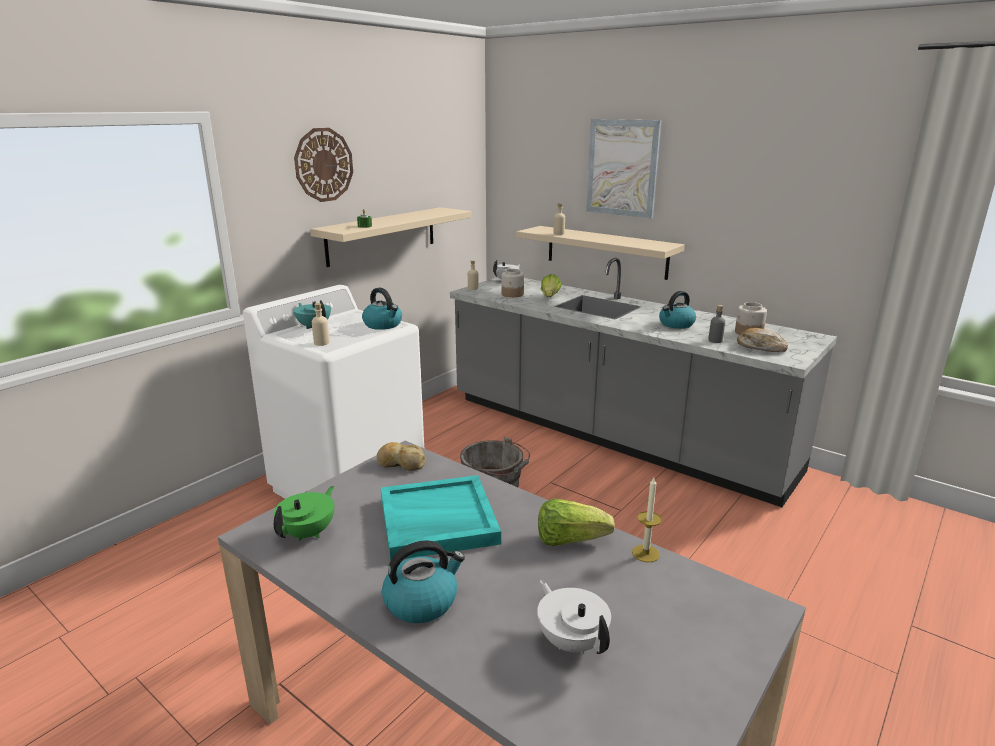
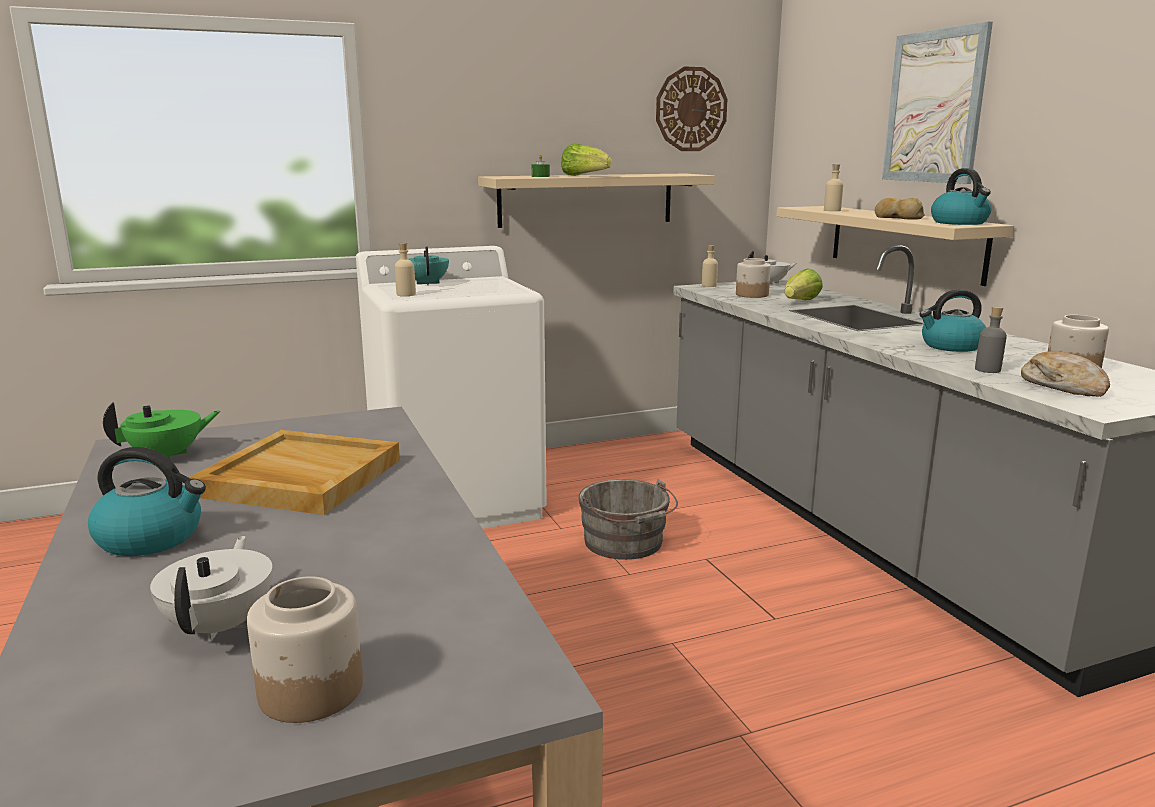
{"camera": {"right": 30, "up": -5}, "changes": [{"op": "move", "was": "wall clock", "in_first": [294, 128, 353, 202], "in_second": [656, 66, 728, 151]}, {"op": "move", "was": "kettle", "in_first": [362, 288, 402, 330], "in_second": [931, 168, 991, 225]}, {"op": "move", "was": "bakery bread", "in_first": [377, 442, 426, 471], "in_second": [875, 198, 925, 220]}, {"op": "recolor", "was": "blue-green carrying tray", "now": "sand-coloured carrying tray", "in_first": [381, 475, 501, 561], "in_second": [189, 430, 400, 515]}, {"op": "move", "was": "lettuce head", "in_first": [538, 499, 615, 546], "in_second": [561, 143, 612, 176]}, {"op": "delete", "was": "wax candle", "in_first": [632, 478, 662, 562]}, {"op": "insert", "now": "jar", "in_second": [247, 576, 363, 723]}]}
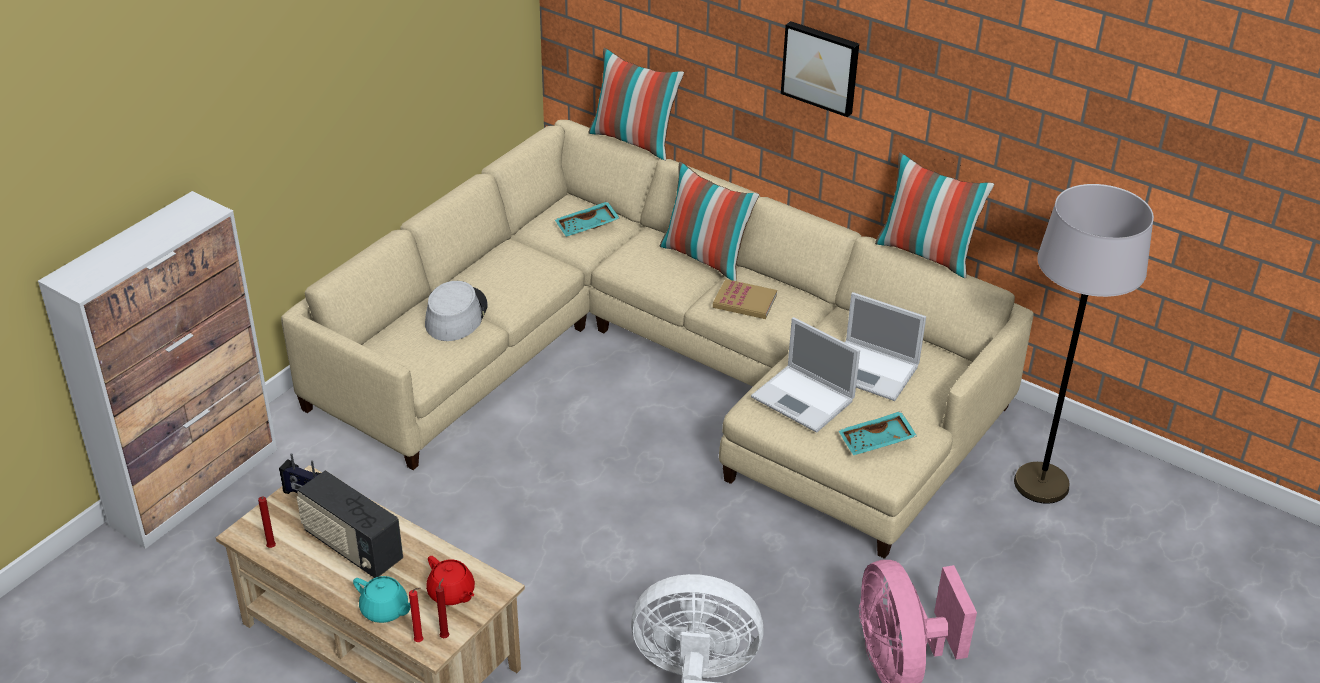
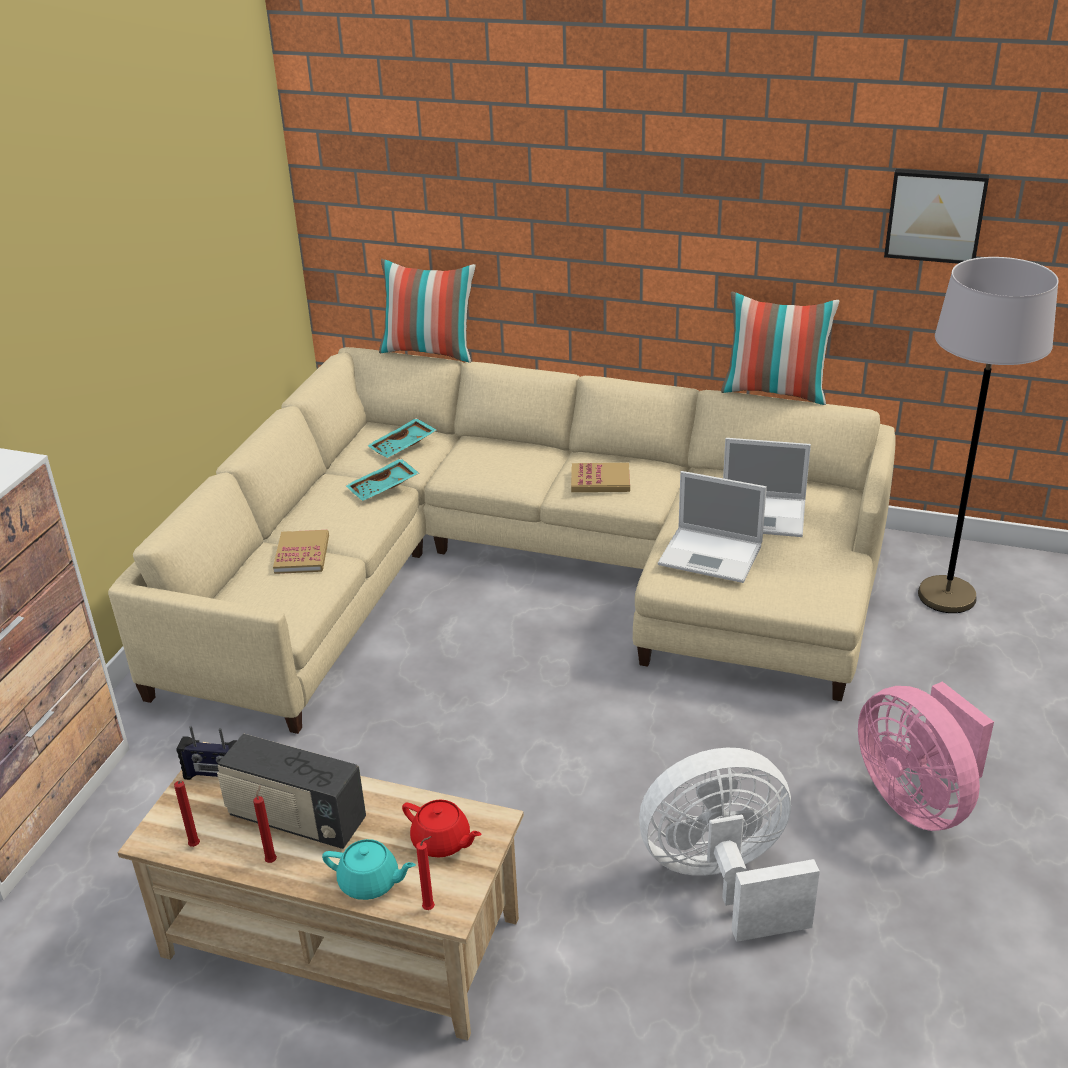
{"camera": {"right": -15, "up": -5}, "changes": [{"op": "replace", "was": "grey wearable hat", "now": "bound book", "in_first": [425, 281, 488, 341], "in_second": [273, 530, 329, 574]}, {"op": "move", "was": "red-coloured wax candle", "in_first": [436, 578, 449, 638], "in_second": [253, 785, 277, 863]}, {"op": "delete", "was": "cushion", "in_first": [660, 162, 759, 281]}, {"op": "move", "was": "picture", "in_first": [781, 21, 859, 117], "in_second": [884, 169, 989, 264]}, {"op": "move", "was": "blue-green carrying tray", "in_first": [838, 411, 917, 455], "in_second": [345, 458, 419, 501]}]}
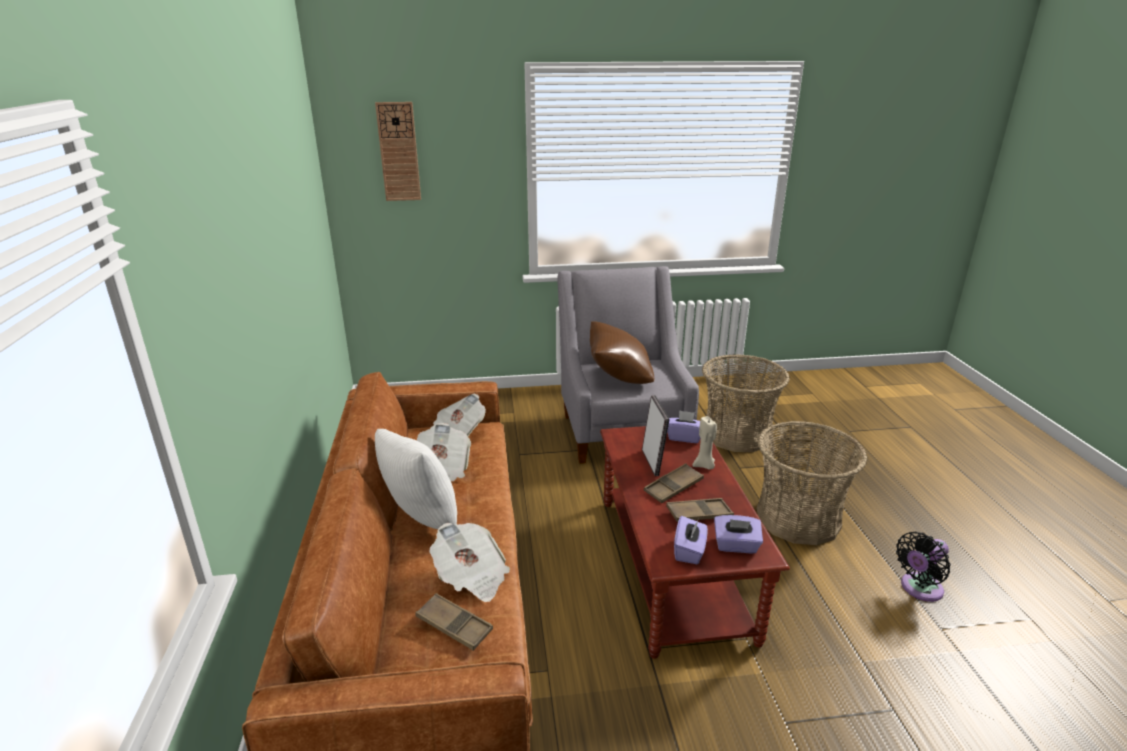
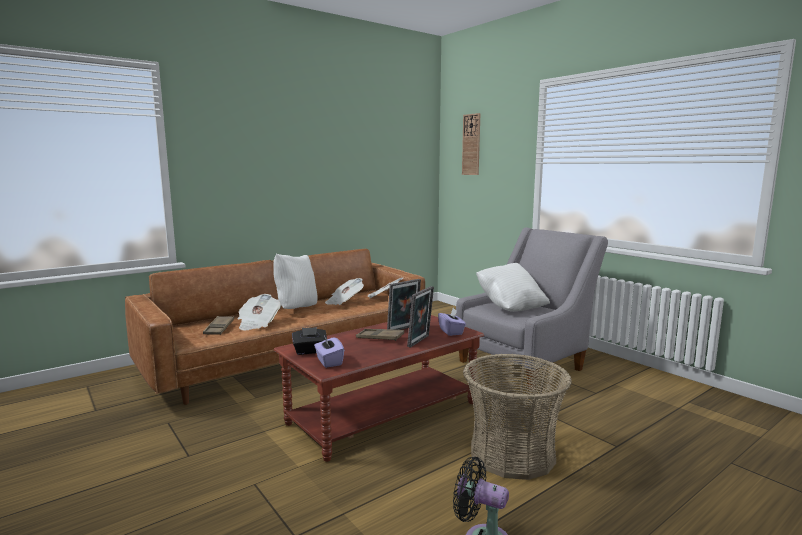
{"camera": {"right": 60, "up": -15}, "changes": [{"op": "recolor", "was": "brown-coloured cushion", "now": "whitish cushion", "in_first": [590, 321, 655, 384], "in_second": [476, 263, 550, 312]}, {"op": "delete", "was": "brown-coloured carrying tray", "in_first": [666, 498, 734, 522]}, {"op": "recolor", "was": "purple-coloured box of tissues", "now": "blackish box of tissues", "in_first": [674, 516, 708, 564], "in_second": [292, 327, 327, 355]}, {"op": "replace", "was": "sand-coloured wax candle", "now": "picture frame", "in_first": [692, 416, 717, 470], "in_second": [407, 286, 434, 348]}, {"op": "delete", "was": "basket", "in_first": [702, 354, 790, 452]}]}
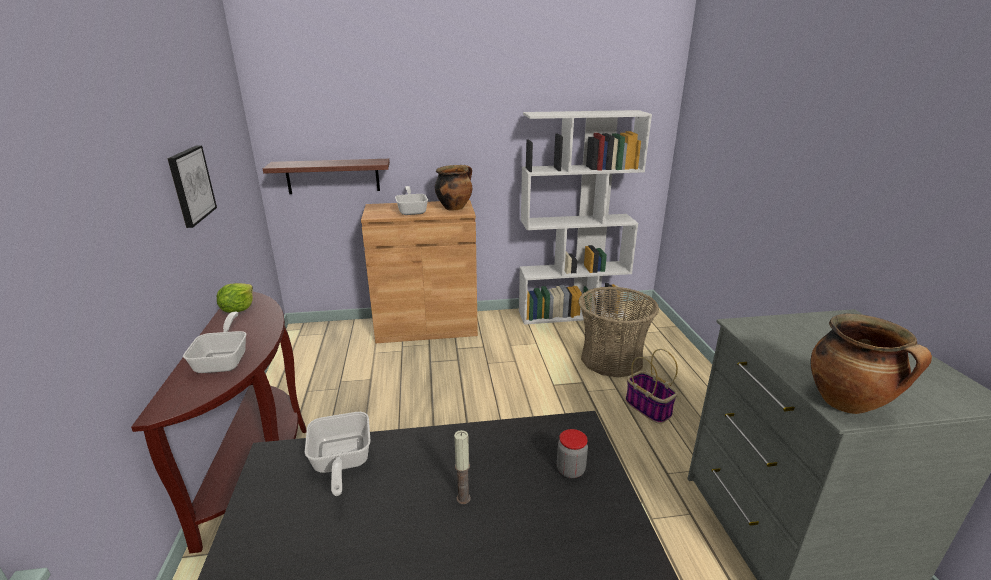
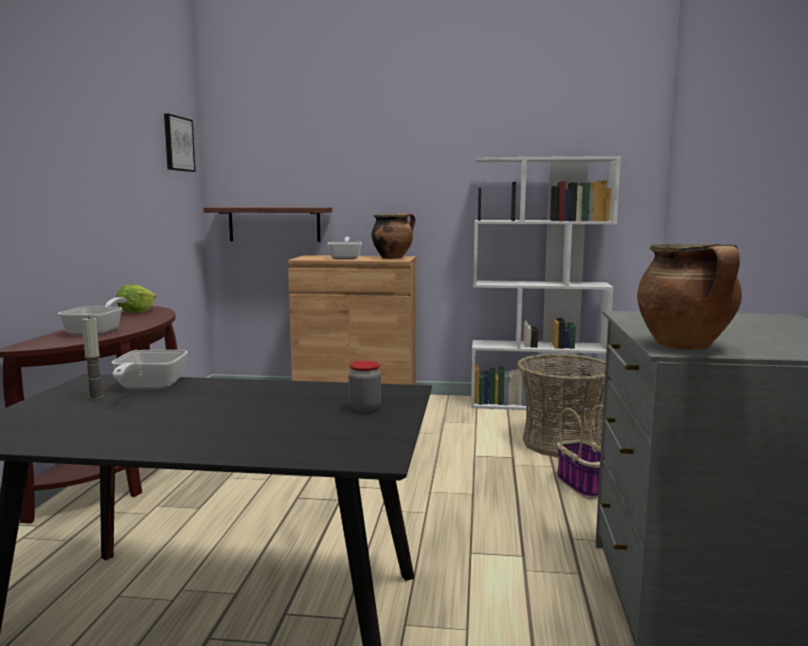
{"camera": {"right": 15, "up": -15}, "changes": [{"op": "move", "was": "picture", "in_first": [167, 145, 217, 228], "in_second": [164, 114, 196, 172]}, {"op": "move", "was": "wax candle", "in_first": [454, 430, 471, 504], "in_second": [82, 318, 104, 400]}]}
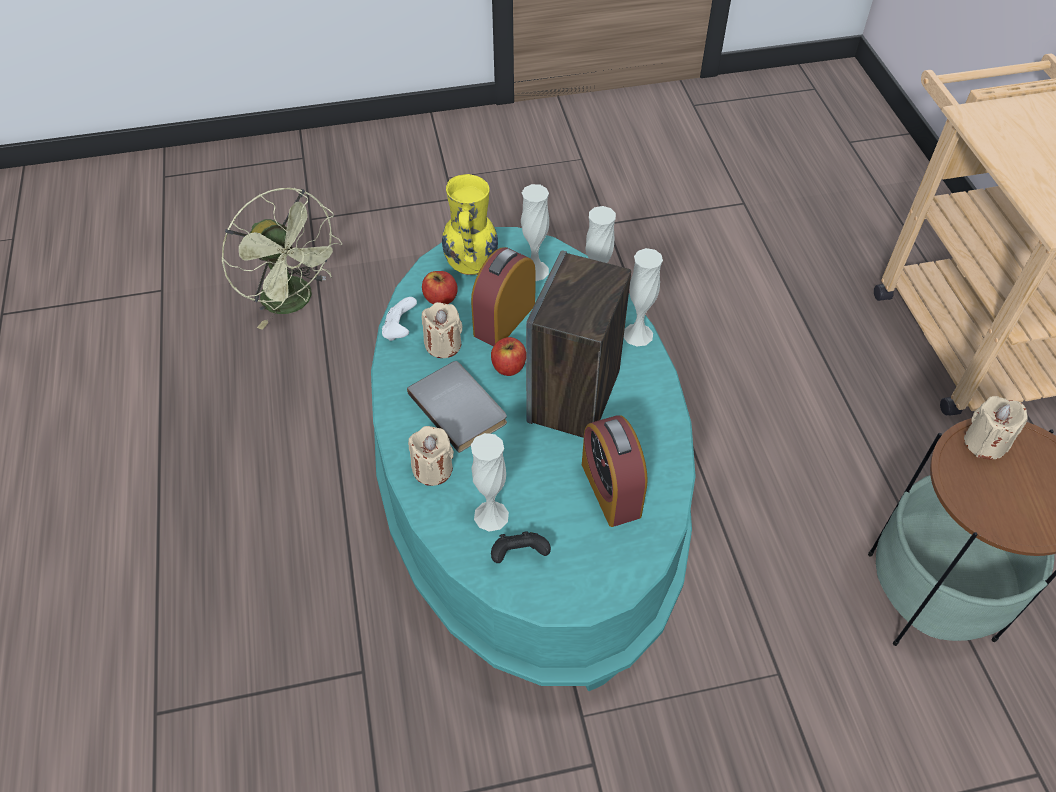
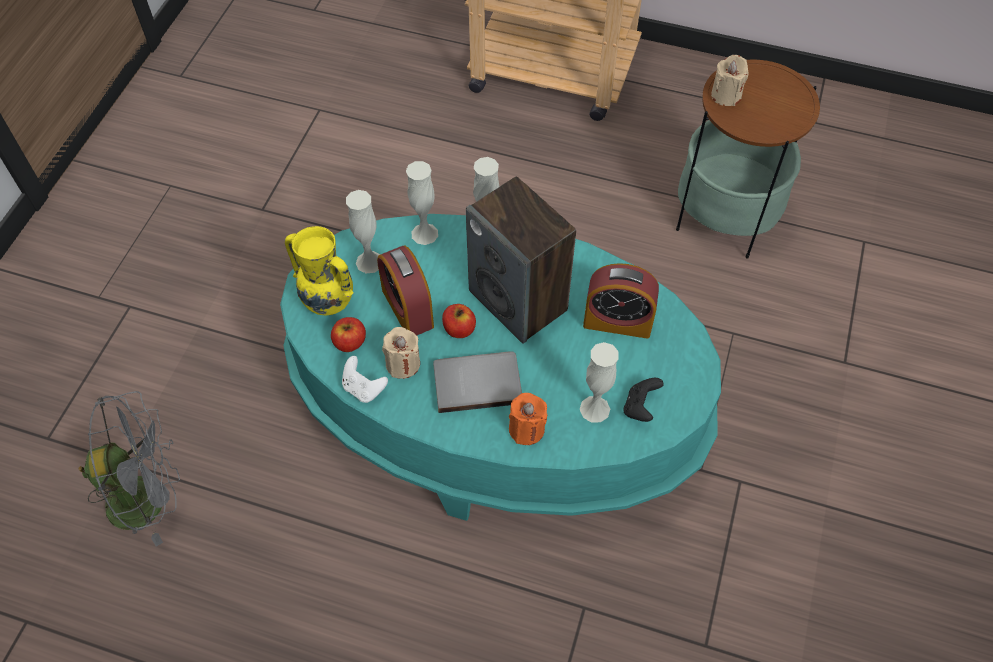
{"camera": {"right": -60, "up": 5}, "changes": [{"op": "recolor", "was": "green-coloured cooling fan", "now": "grey cooling fan", "in_first": [221, 187, 342, 330], "in_second": [78, 391, 180, 547]}, {"op": "recolor", "was": "sand-coloured wax candle", "now": "orangey wax candle", "in_first": [408, 426, 454, 486], "in_second": [509, 393, 547, 445]}]}
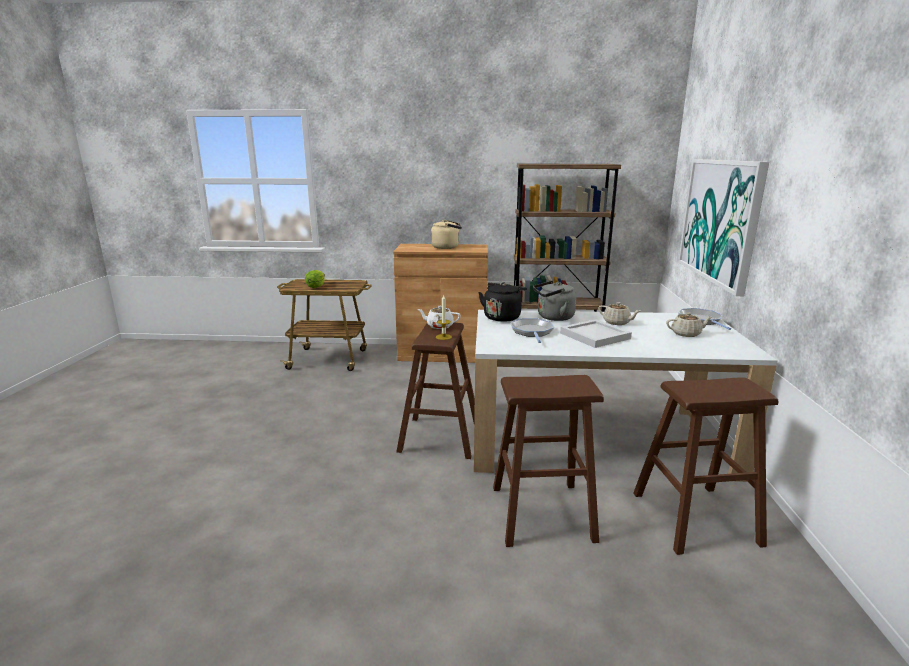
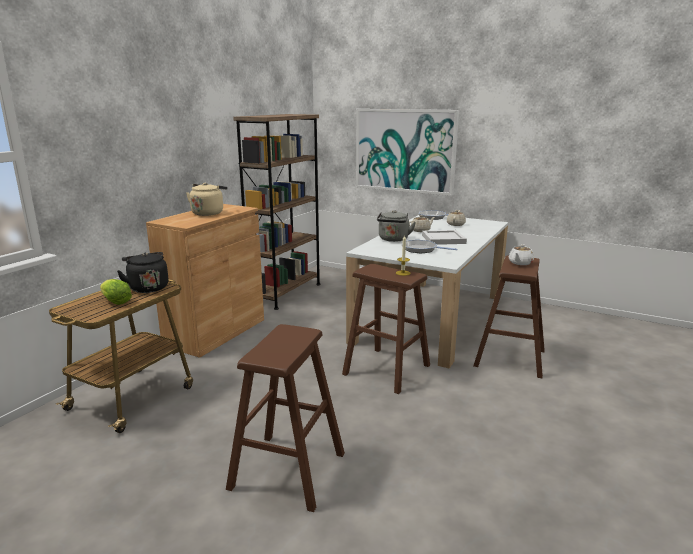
{"camera": {"right": -65, "up": 0}, "changes": [{"op": "move", "was": "whitish teapot", "in_first": [417, 306, 461, 329], "in_second": [509, 244, 534, 265]}, {"op": "move", "was": "blackish kettle", "in_first": [478, 283, 527, 322], "in_second": [117, 252, 168, 293]}, {"op": "move", "was": "brown-coloured stool seat", "in_first": [633, 377, 778, 555], "in_second": [226, 324, 345, 512]}]}
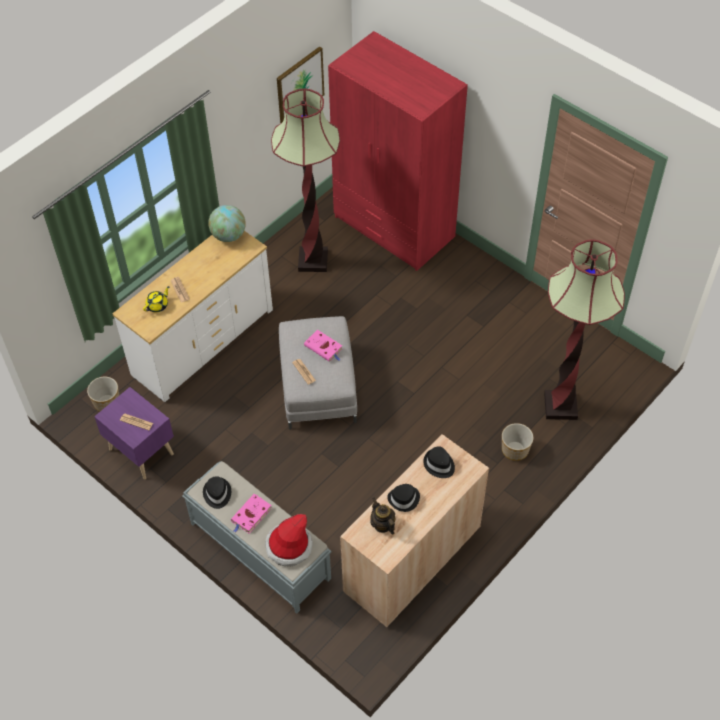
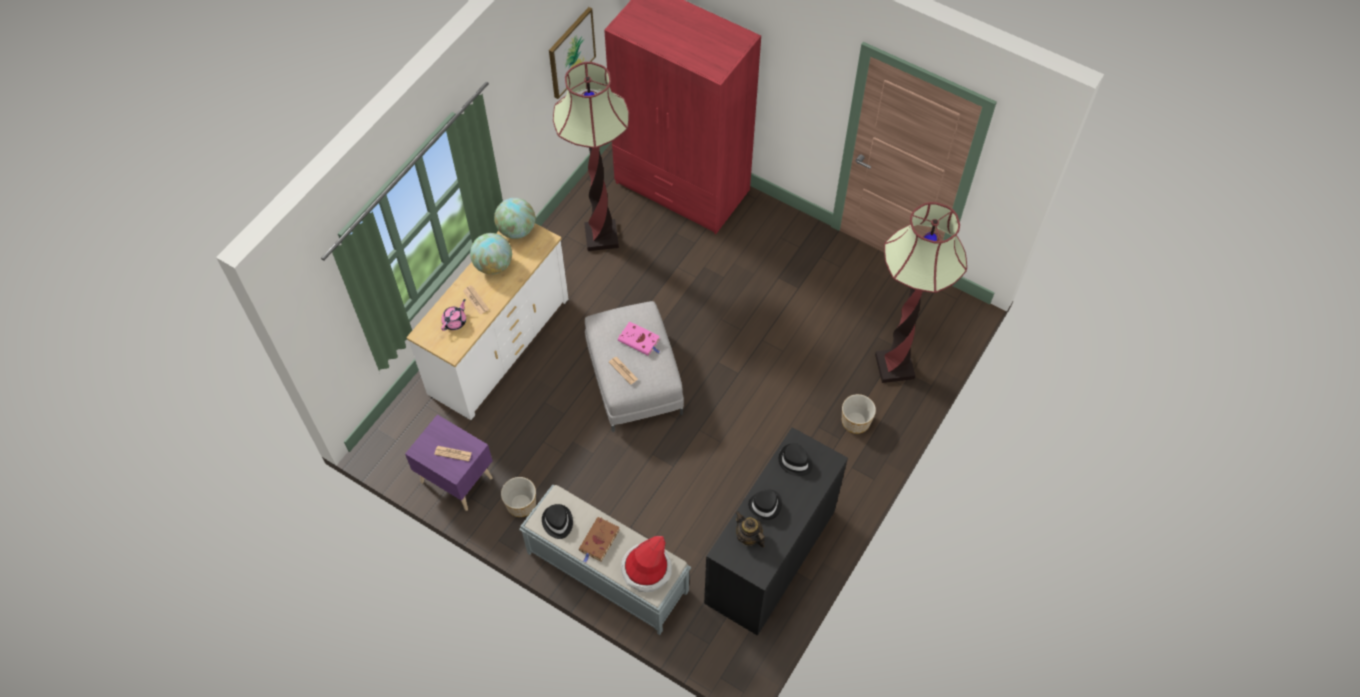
{"camera": {"right": -10, "up": 5}, "changes": [{"op": "move", "was": "plant pot", "in_first": [87, 377, 119, 412], "in_second": [501, 477, 536, 517]}, {"op": "recolor", "was": "yellowish teapot", "now": "pink teapot", "in_first": [143, 286, 170, 312], "in_second": [441, 299, 466, 331]}, {"op": "recolor", "was": "pink bound book", "now": "brown-coloured bound book", "in_first": [231, 494, 272, 534], "in_second": [579, 517, 620, 563]}, {"op": "recolor", "was": "sand-coloured cabinet", "now": "blackish cabinet", "in_first": [340, 434, 489, 627], "in_second": [704, 427, 848, 636]}, {"op": "insert", "now": "desk globe", "in_second": [470, 233, 512, 275]}]}
